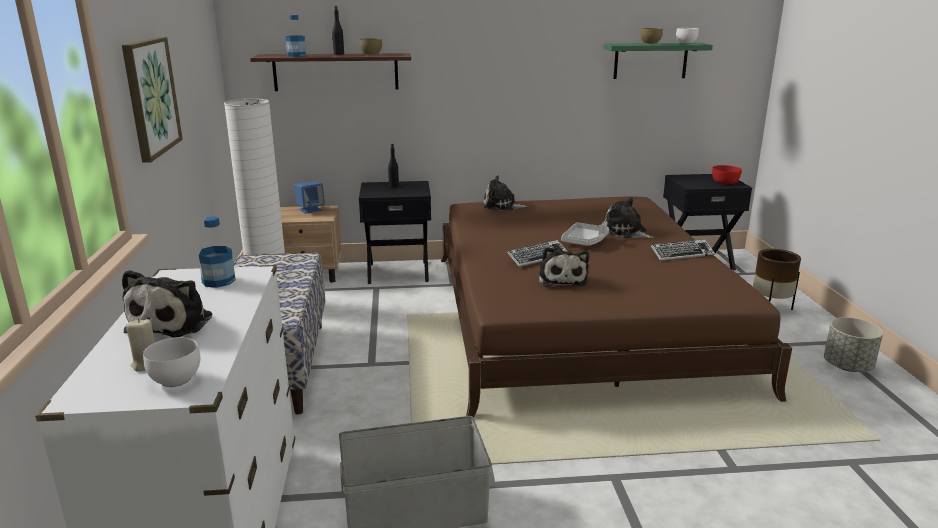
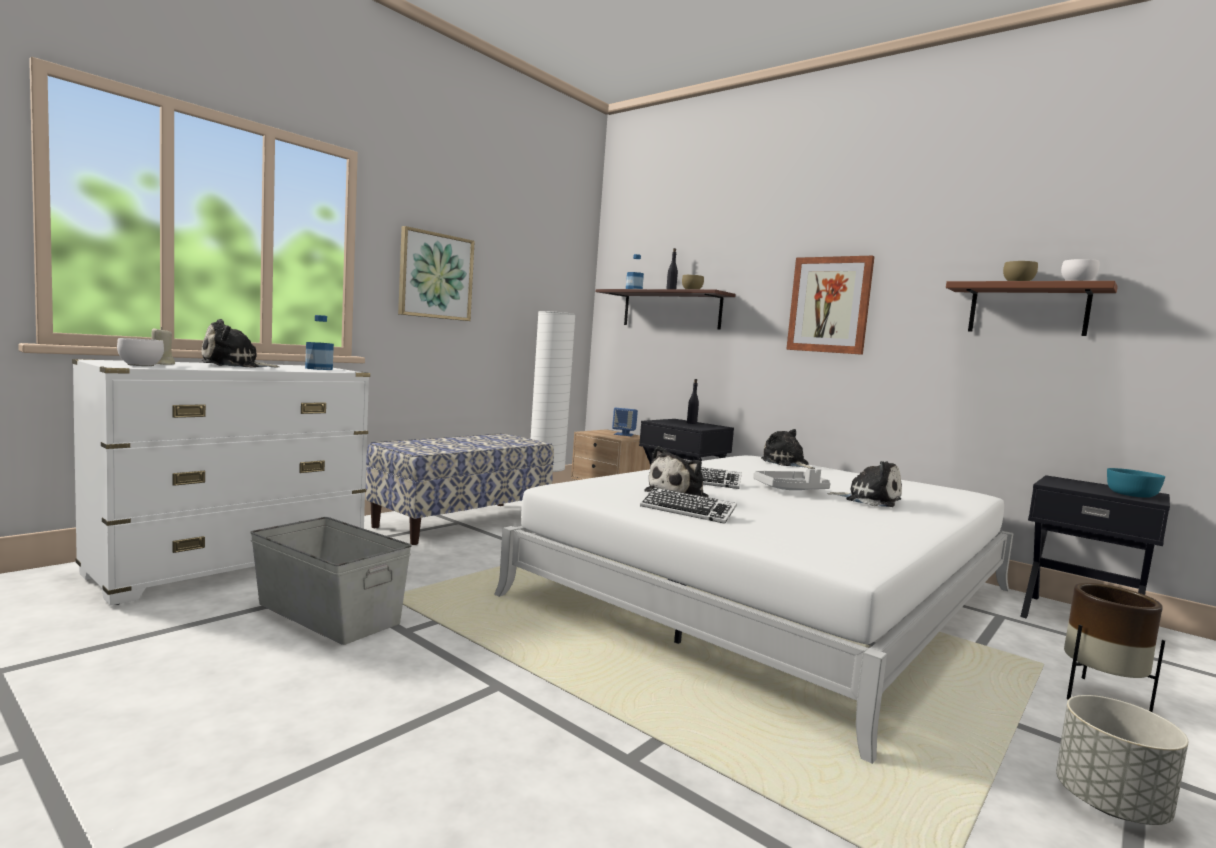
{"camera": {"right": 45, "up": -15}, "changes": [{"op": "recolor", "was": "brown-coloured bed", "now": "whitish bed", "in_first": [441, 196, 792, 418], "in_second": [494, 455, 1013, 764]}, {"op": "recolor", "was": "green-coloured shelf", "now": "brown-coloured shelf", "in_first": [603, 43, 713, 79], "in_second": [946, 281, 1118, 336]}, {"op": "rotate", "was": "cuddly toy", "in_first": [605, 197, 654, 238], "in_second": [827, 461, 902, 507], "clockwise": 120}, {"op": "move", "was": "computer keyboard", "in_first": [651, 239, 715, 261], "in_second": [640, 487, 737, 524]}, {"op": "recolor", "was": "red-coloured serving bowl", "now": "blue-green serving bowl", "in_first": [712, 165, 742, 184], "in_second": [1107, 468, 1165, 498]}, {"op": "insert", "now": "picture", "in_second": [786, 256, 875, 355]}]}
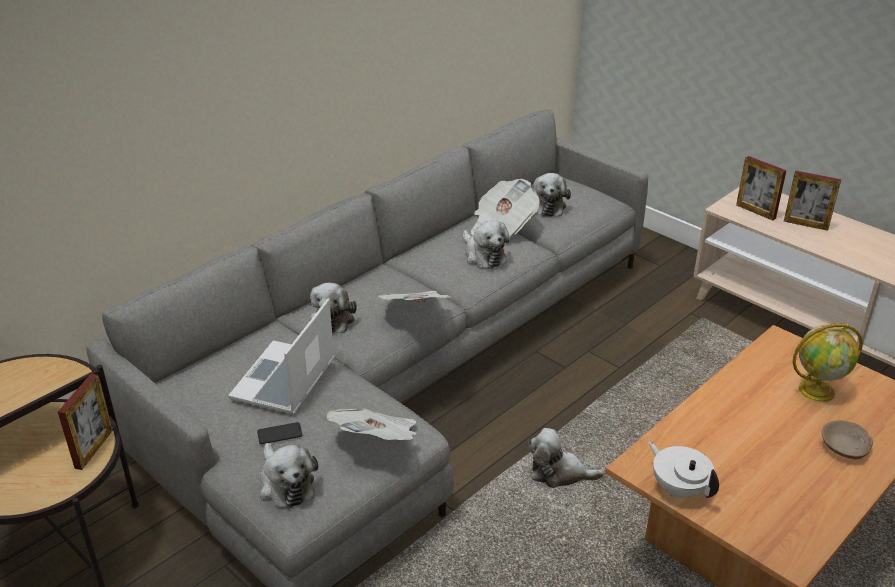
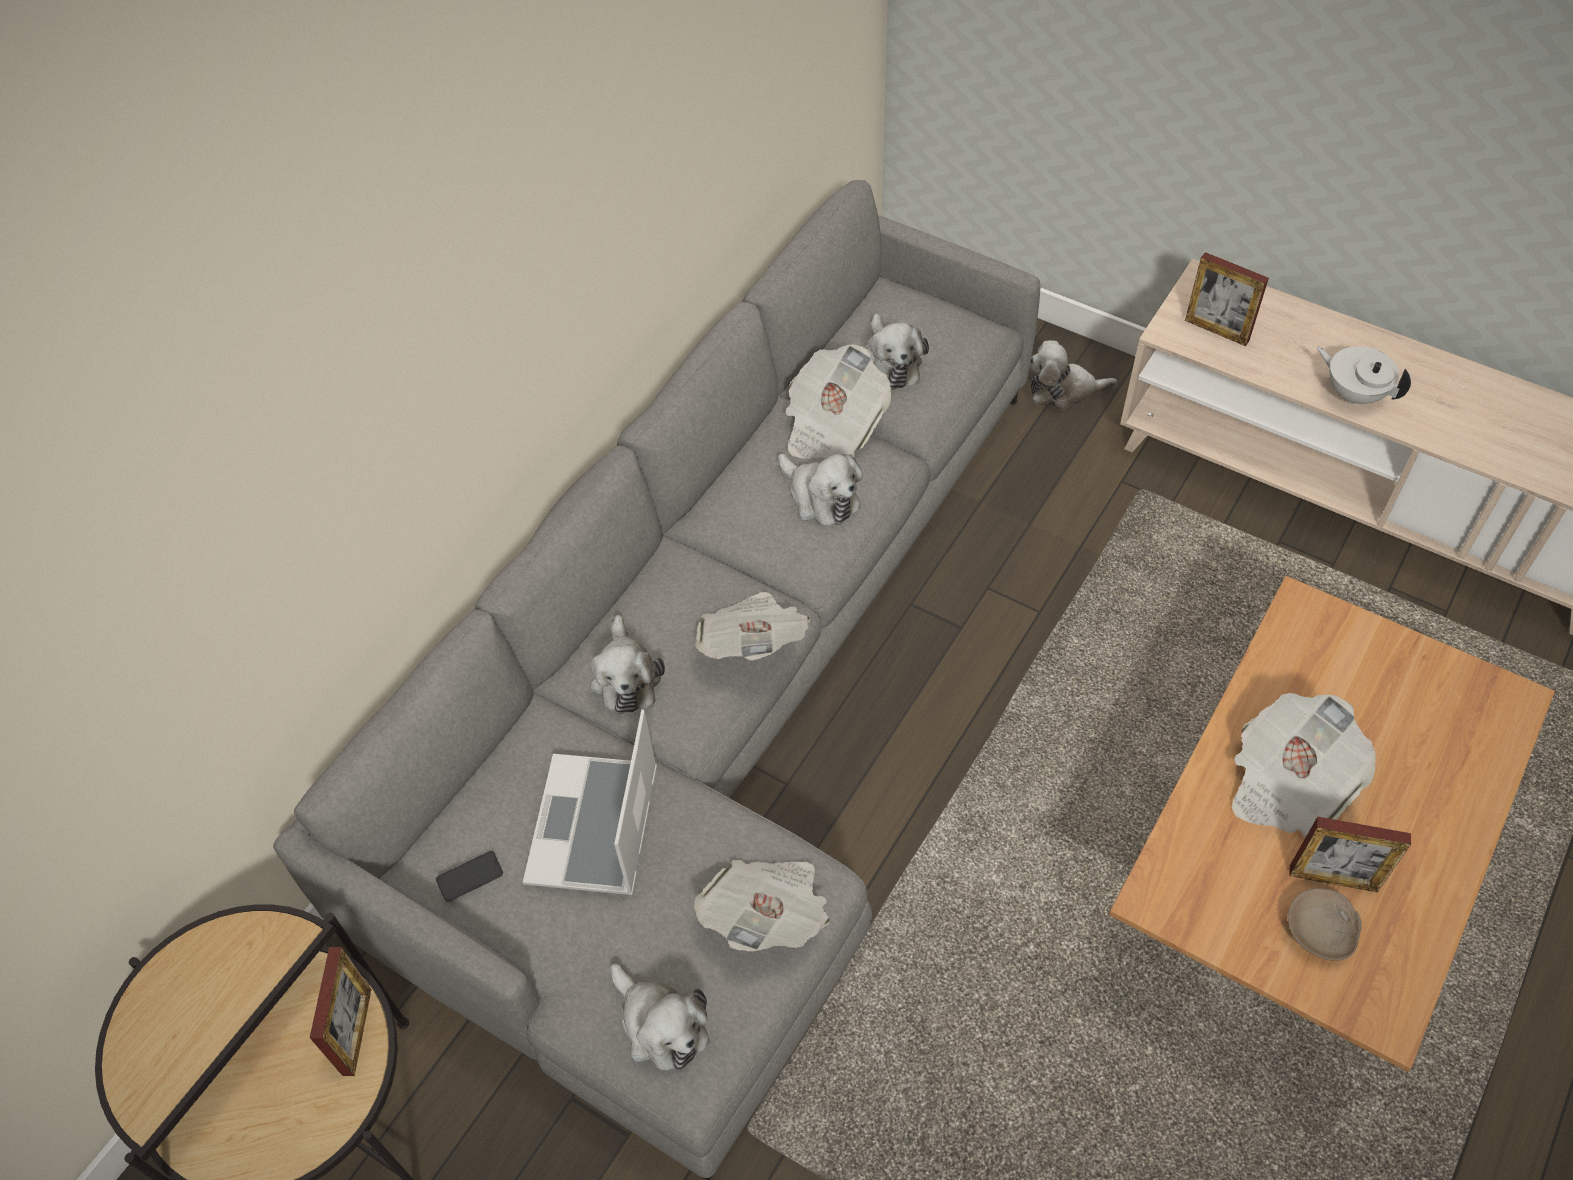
{"camera": {"right": -10, "up": 20}, "changes": [{"op": "move", "was": "phone", "in_first": [257, 422, 302, 444], "in_second": [436, 851, 503, 902]}, {"op": "move", "was": "cuddly toy", "in_first": [528, 428, 604, 488], "in_second": [1030, 340, 1117, 410]}, {"op": "move", "was": "whitish teapot", "in_first": [648, 441, 719, 498], "in_second": [1317, 346, 1411, 404]}, {"op": "move", "was": "picture frame", "in_first": [784, 171, 841, 231], "in_second": [1289, 816, 1411, 893]}, {"op": "delete", "was": "desk globe", "in_first": [793, 323, 863, 402]}, {"op": "move", "was": "sand-coloured serving bowl", "in_first": [822, 420, 873, 460], "in_second": [1287, 888, 1362, 961]}, {"op": "insert", "now": "daily paper", "in_second": [1232, 693, 1376, 838]}]}
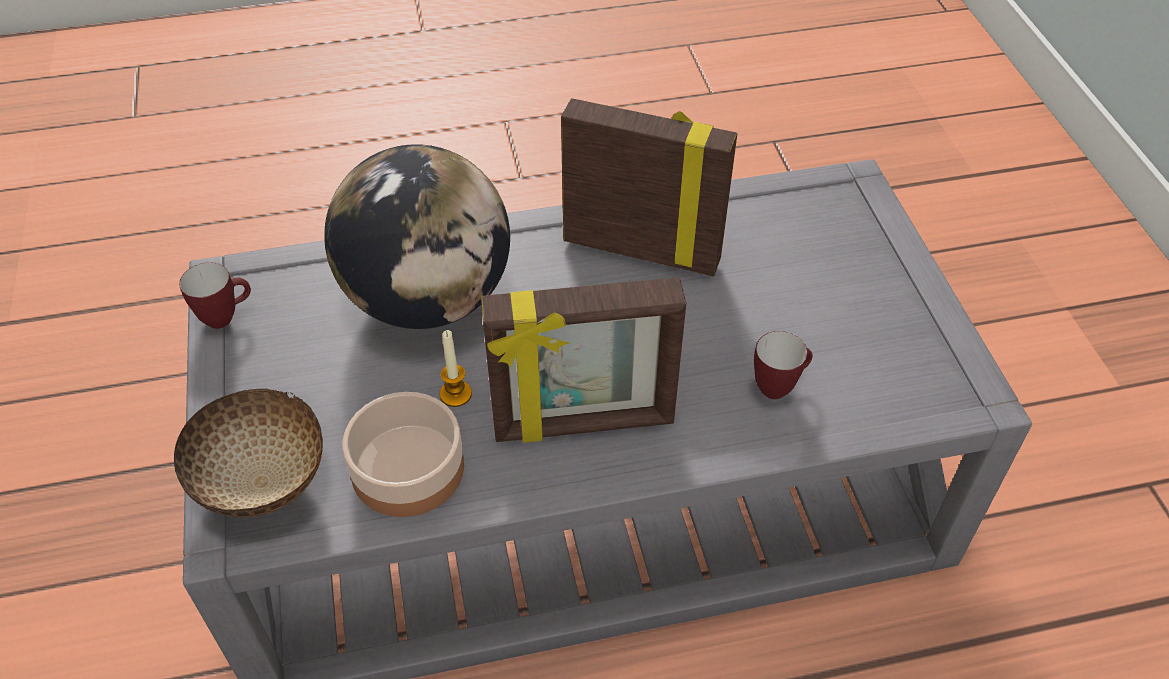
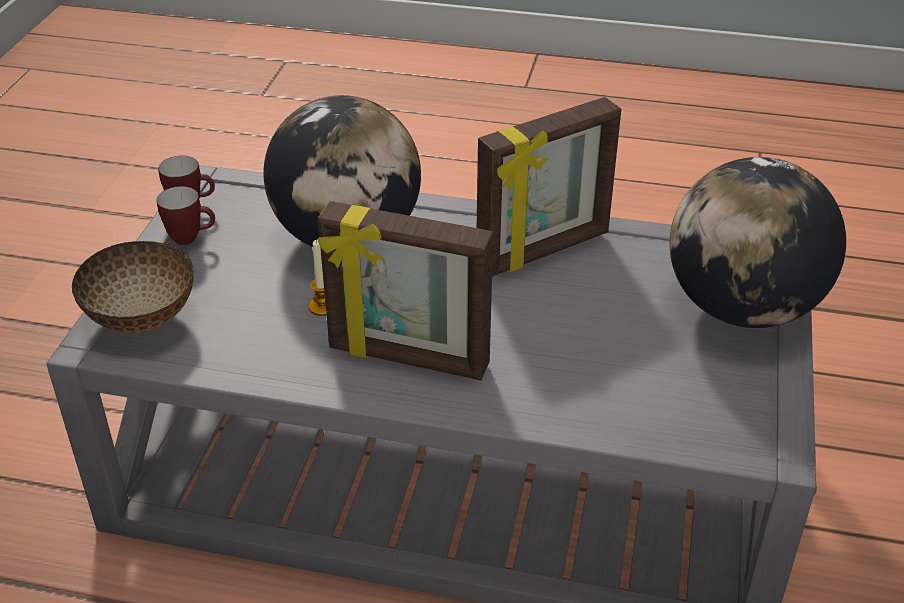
{"camera": {"right": 25, "up": -10}, "changes": [{"op": "delete", "was": "serving bowl", "in_first": [342, 392, 464, 517]}, {"op": "rotate", "was": "picture frame", "in_first": [561, 98, 737, 276], "in_second": [477, 97, 621, 277], "clockwise": 105}, {"op": "move", "was": "tea mug", "in_first": [754, 331, 813, 399], "in_second": [157, 186, 215, 245]}, {"op": "insert", "now": "desk globe", "in_second": [669, 157, 846, 328]}]}
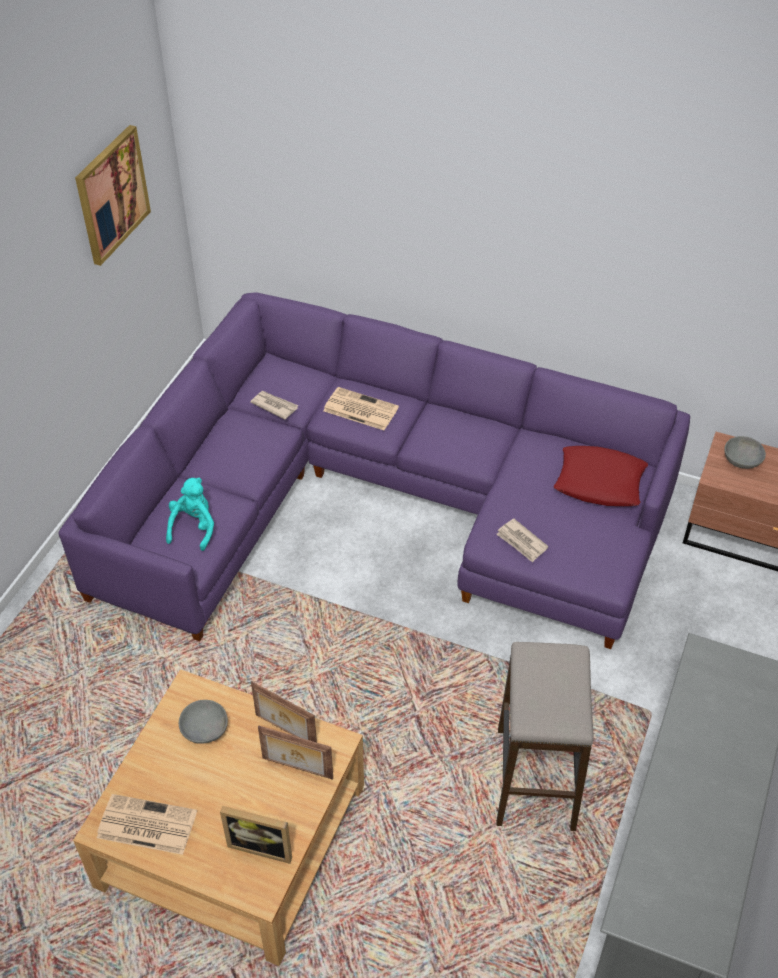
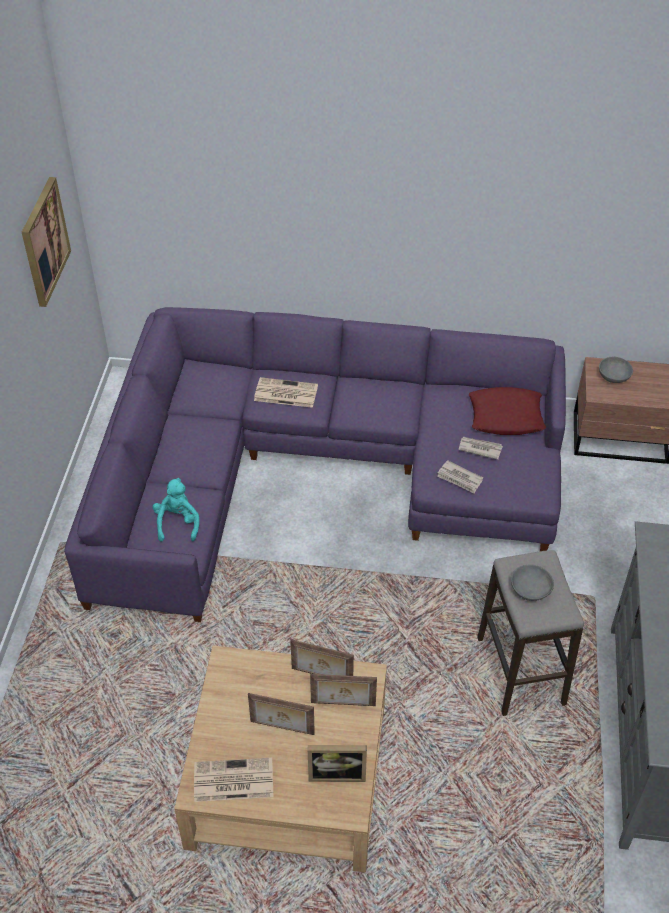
{"camera": {"right": -15, "up": 0}, "changes": [{"op": "move", "was": "grey serving bowl", "in_first": [179, 700, 228, 744], "in_second": [511, 564, 554, 601]}, {"op": "move", "was": "daily paper", "in_first": [250, 391, 298, 420], "in_second": [458, 437, 503, 460]}, {"op": "insert", "now": "picture frame", "in_second": [248, 693, 315, 735]}]}
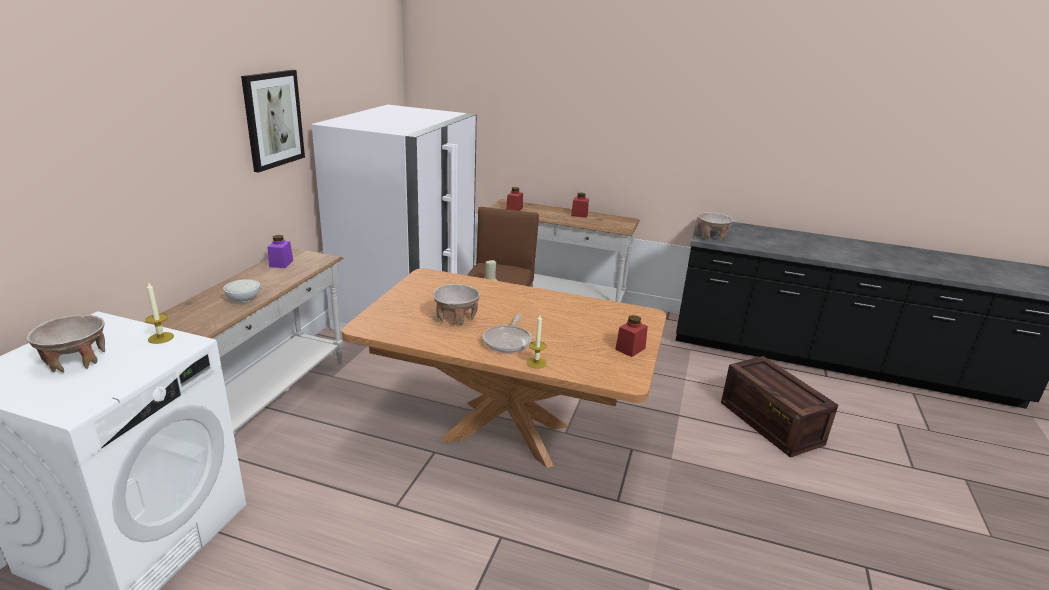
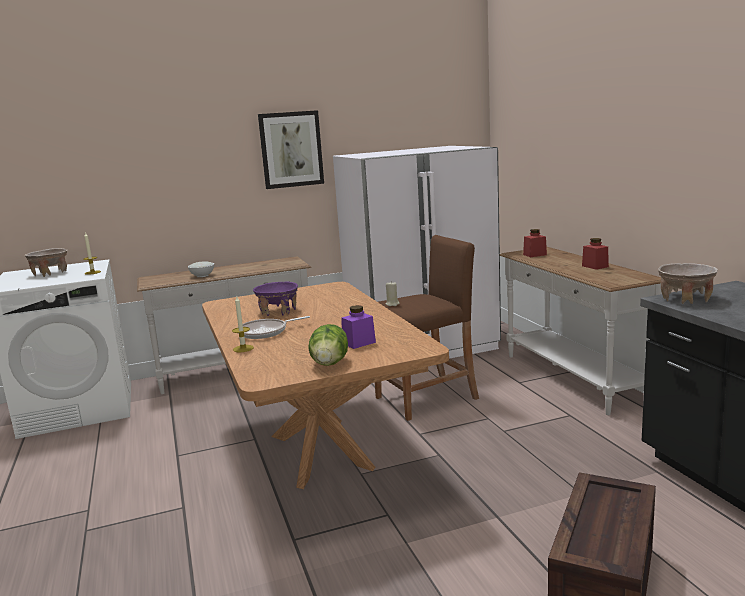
{"camera": {"right": 55, "up": -10}, "changes": [{"op": "move", "was": "purple-coloured jar", "in_first": [267, 235, 293, 268], "in_second": [341, 305, 376, 349]}, {"op": "recolor", "was": "sand-coloured serving bowl", "now": "purple-coloured serving bowl", "in_first": [433, 284, 480, 325], "in_second": [253, 281, 298, 316]}, {"op": "replace", "was": "red-coloured jar", "now": "lettuce head", "in_first": [615, 315, 648, 357], "in_second": [308, 324, 348, 366]}]}
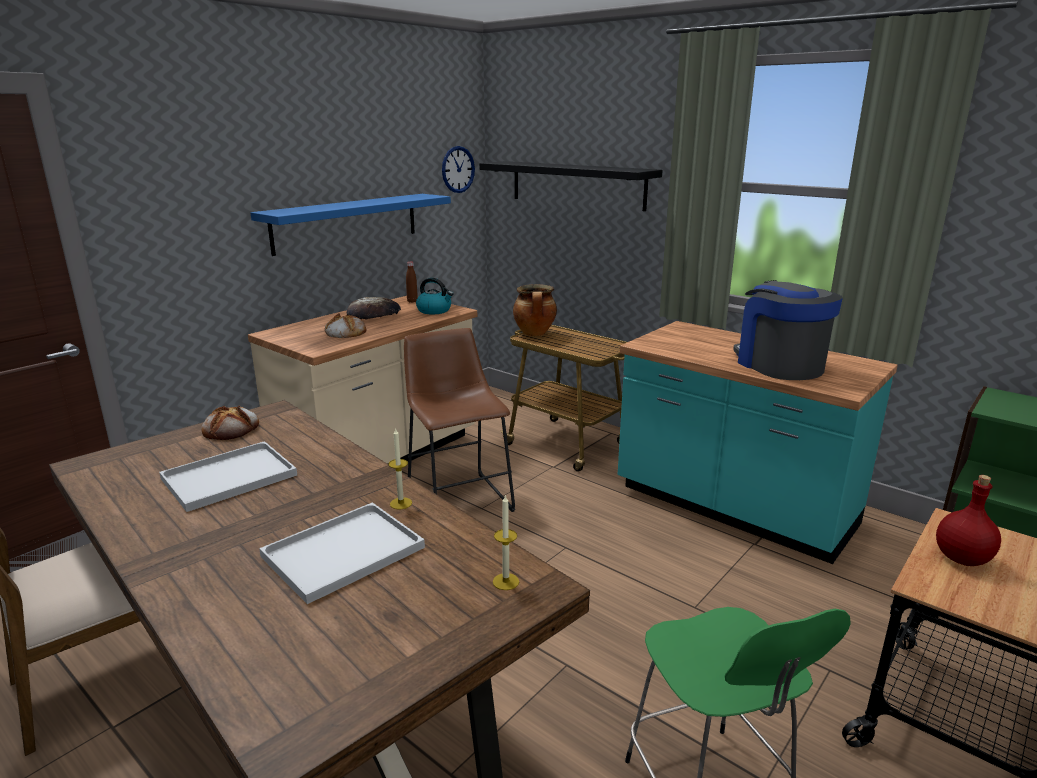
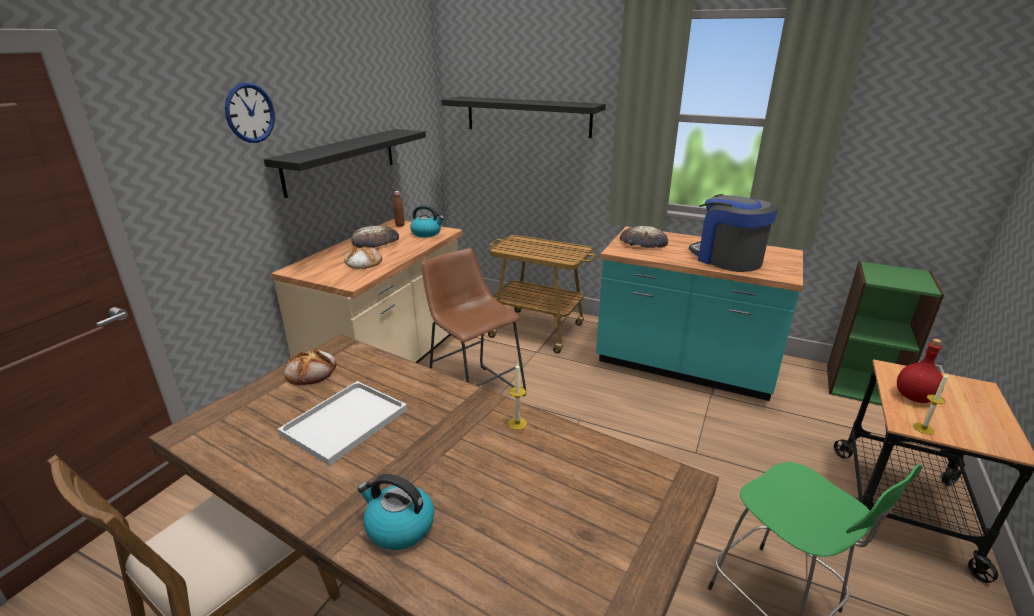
{"camera": {"right": -15, "up": 5}, "changes": [{"op": "recolor", "was": "blue-coloured shelf", "now": "blackish shelf", "in_first": [250, 194, 451, 256], "in_second": [264, 129, 426, 198]}, {"op": "delete", "was": "whitish carrying tray", "in_first": [259, 502, 425, 604]}, {"op": "move", "was": "wall clock", "in_first": [442, 146, 475, 193], "in_second": [225, 82, 275, 143]}, {"op": "move", "was": "wax candle", "in_first": [493, 495, 519, 590], "in_second": [913, 373, 948, 435]}, {"op": "delete", "was": "cooking pot", "in_first": [513, 284, 557, 336]}, {"op": "insert", "now": "kettle", "in_second": [358, 474, 434, 550]}, {"op": "insert", "now": "bakery bread", "in_second": [619, 226, 668, 248]}]}
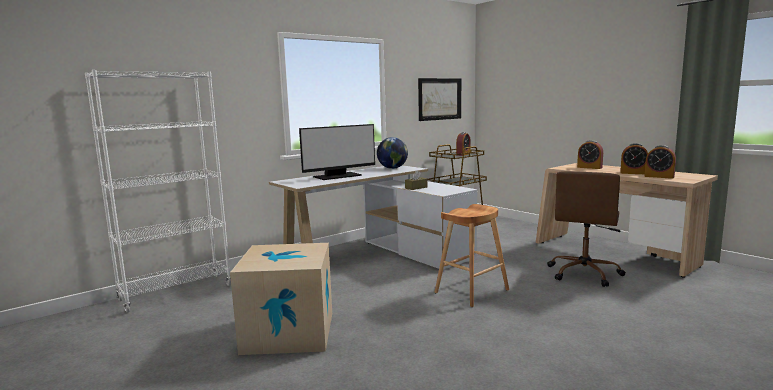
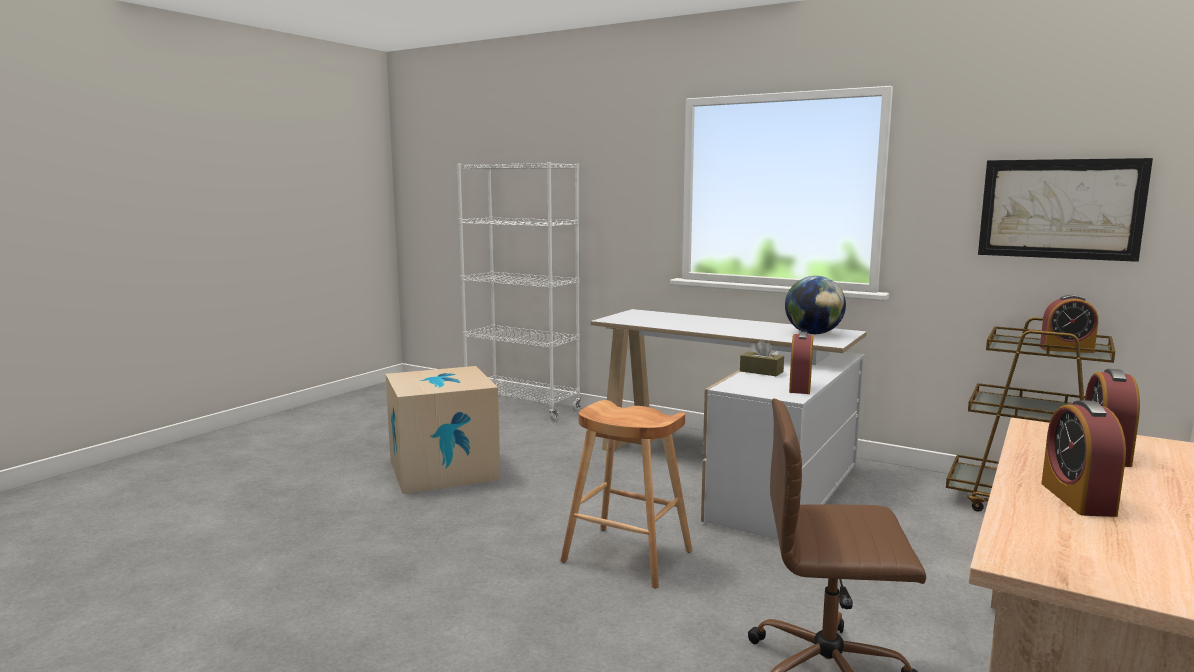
{"camera": {"right": 70, "up": 0}, "changes": [{"op": "delete", "was": "computer screen", "in_first": [299, 124, 375, 180]}, {"op": "move", "was": "table clock", "in_first": [644, 145, 676, 179], "in_second": [789, 331, 813, 394]}]}
